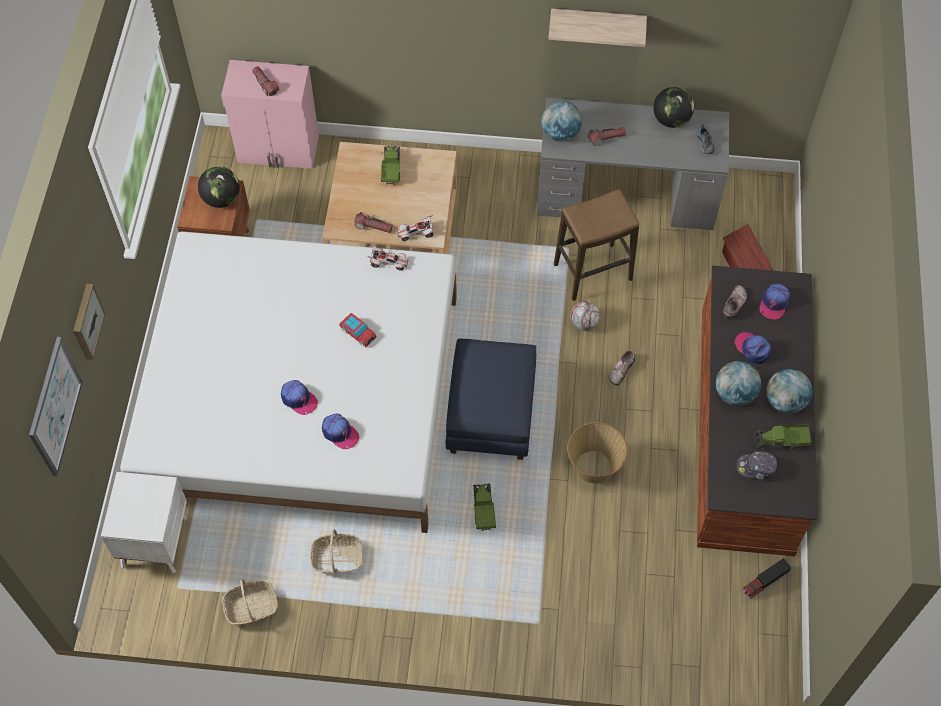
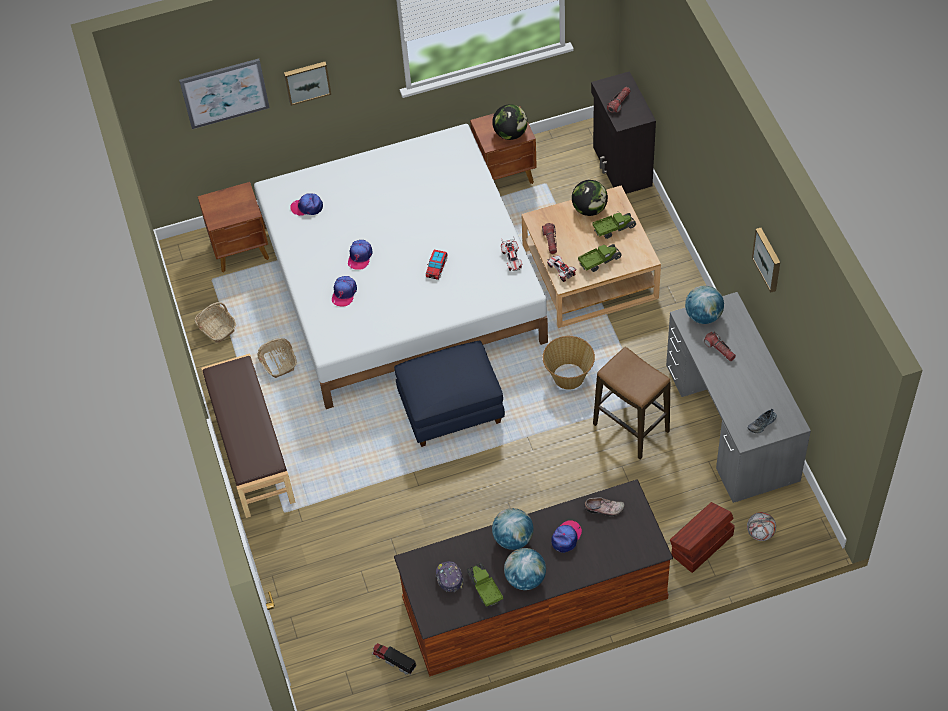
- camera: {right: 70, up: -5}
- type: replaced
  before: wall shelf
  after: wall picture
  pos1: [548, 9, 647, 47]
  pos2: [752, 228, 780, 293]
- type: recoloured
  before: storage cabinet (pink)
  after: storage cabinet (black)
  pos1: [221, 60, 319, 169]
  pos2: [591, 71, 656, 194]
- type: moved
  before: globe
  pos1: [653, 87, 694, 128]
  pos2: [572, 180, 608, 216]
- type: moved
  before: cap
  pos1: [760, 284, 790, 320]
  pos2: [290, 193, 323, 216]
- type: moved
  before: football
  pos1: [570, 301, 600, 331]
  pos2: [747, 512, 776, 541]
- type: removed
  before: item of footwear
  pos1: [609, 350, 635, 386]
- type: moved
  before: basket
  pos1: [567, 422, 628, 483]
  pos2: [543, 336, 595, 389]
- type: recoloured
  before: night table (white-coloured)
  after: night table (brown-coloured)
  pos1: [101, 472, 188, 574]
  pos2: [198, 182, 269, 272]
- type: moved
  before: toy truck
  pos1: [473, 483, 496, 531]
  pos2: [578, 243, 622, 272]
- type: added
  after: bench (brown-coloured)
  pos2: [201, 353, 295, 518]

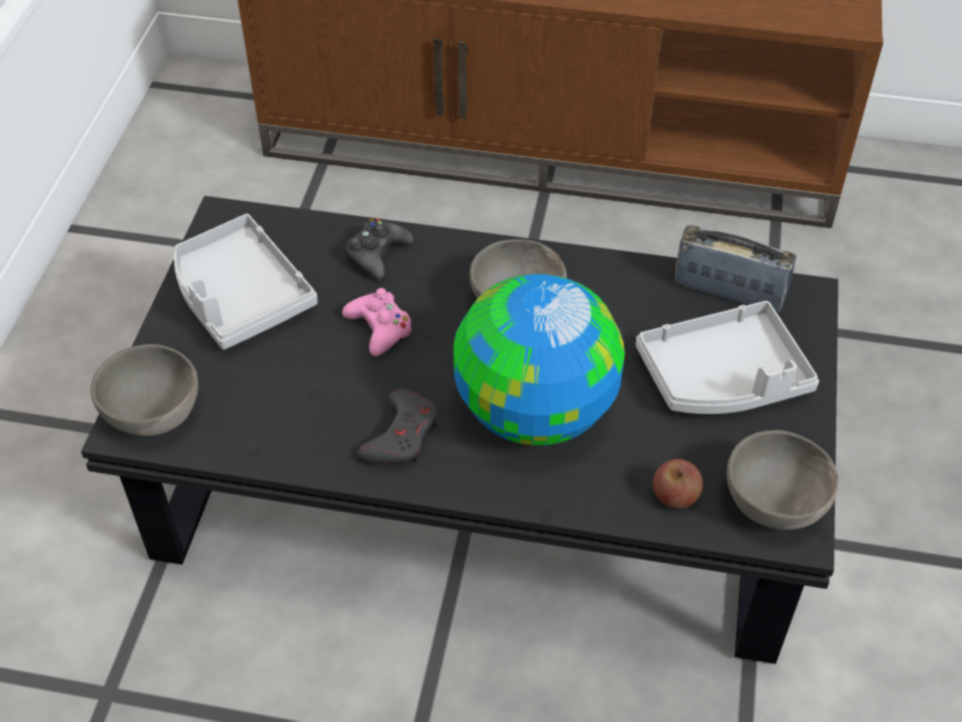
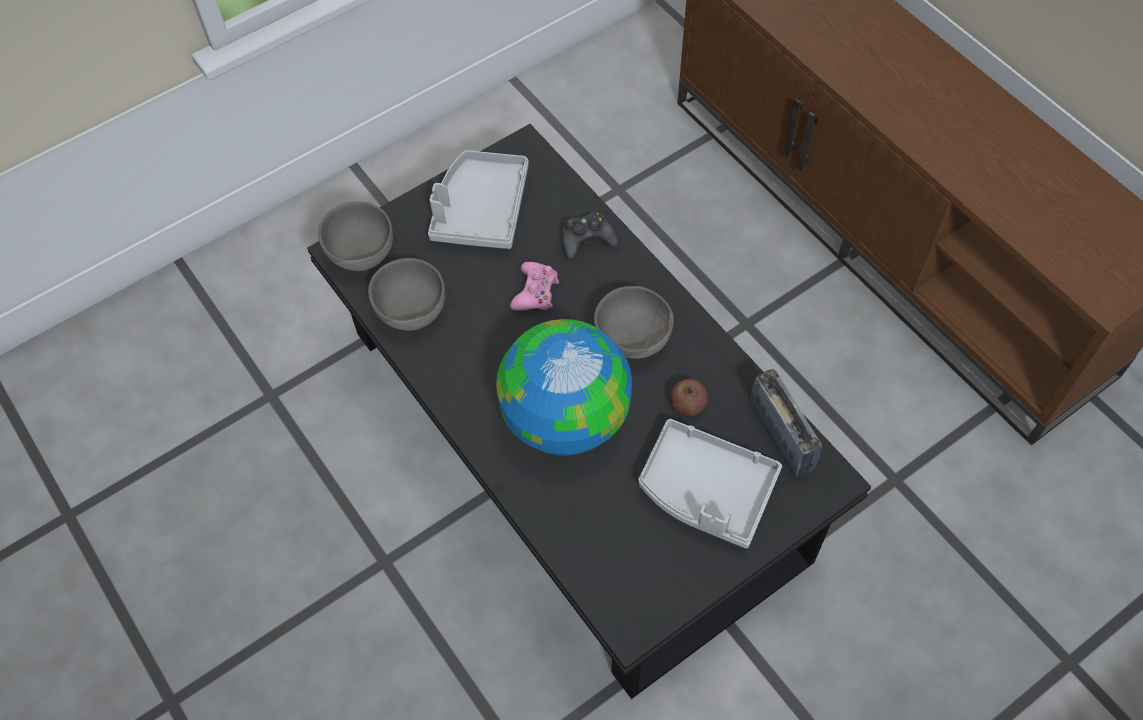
- camera: {right: 45, up: 10}
- type: removed
  before: game controller (gray)
  pos1: [357, 389, 438, 464]
- type: moved
  before: bowl (gray)
  pos1: [727, 430, 838, 530]
  pos2: [368, 258, 445, 331]
- type: moved
  before: whole apple
  pos1: [653, 459, 703, 509]
  pos2: [670, 379, 708, 416]

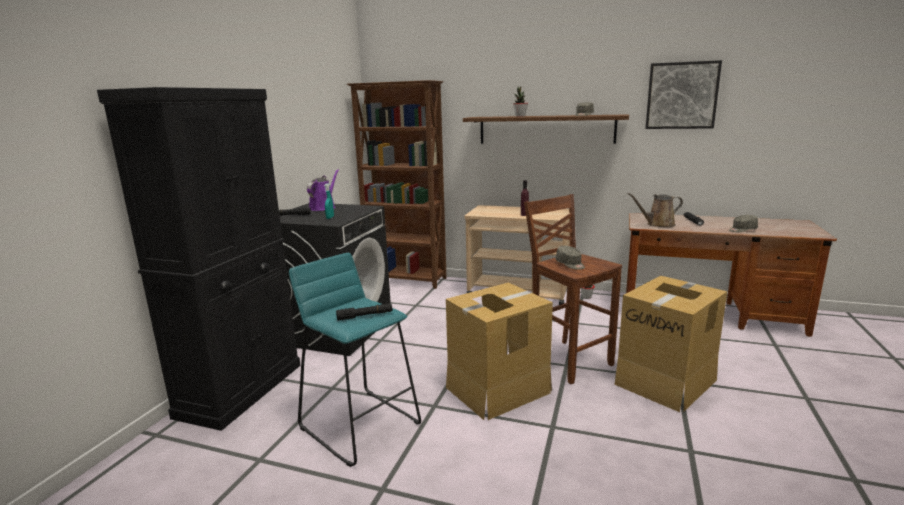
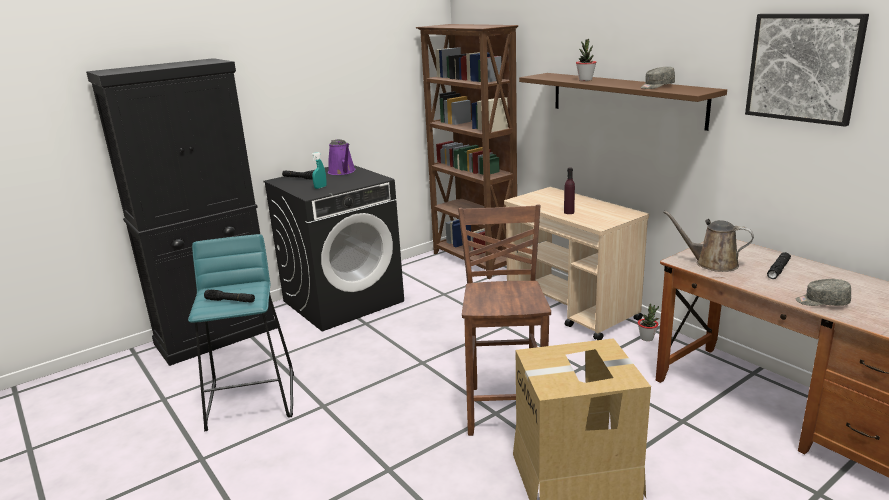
- camera: {right: 35, up: 5}
- type: turned
  before: sprinkling can (purple)
  pos1: [307, 169, 339, 211]
  pos2: [328, 139, 355, 175]
  turn: 105
- type: removed
  before: cap (gray)
  pos1: [556, 246, 585, 270]
- type: removed
  before: packing box
  pos1: [446, 283, 553, 420]

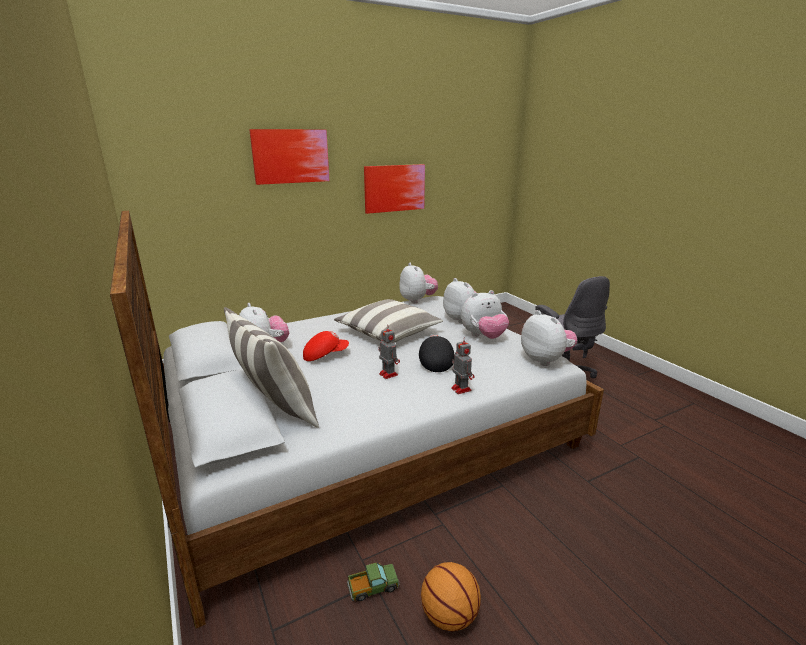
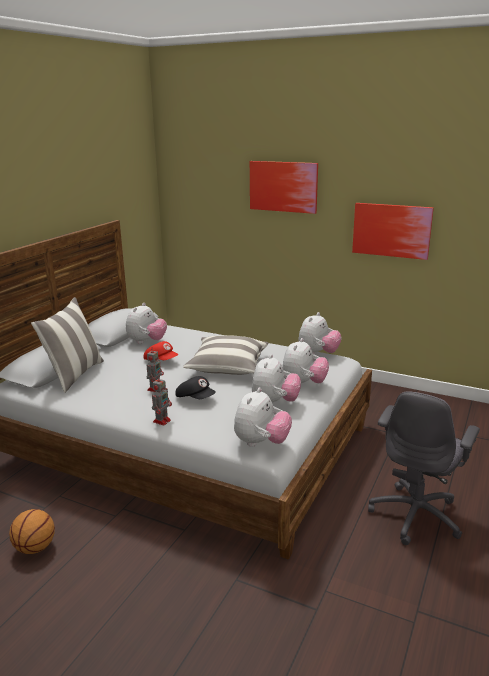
- camera: {right: 55, up: 0}
- type: turned
  before: cuddly toy
  pos1: [461, 290, 509, 339]
  pos2: [252, 354, 301, 403]
  turn: -105
- type: turned
  before: cap (black)
  pos1: [419, 335, 455, 372]
  pos2: [175, 376, 216, 399]
  turn: 75
- type: removed
  before: toy truck
  pos1: [347, 562, 400, 601]

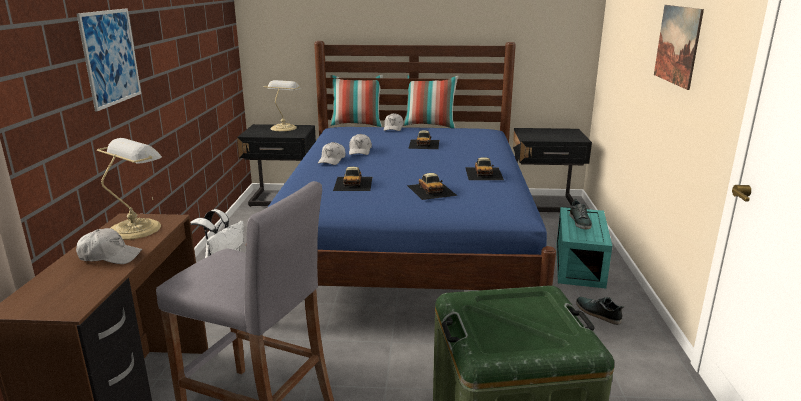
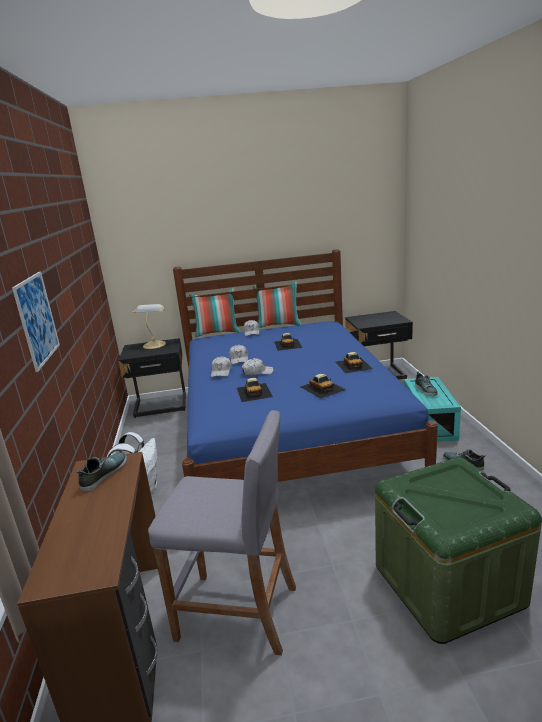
- camera: {right: -10, up: 0}
- type: removed
  before: wall picture
  pos1: [654, 5, 704, 90]
- type: replaced
  before: lamp for a table
  after: item of footwear
  pos1: [97, 138, 162, 240]
  pos2: [76, 452, 127, 492]
- type: moved
  before: cap (white-coloured)
  pos1: [76, 228, 142, 264]
  pos2: [242, 358, 274, 376]

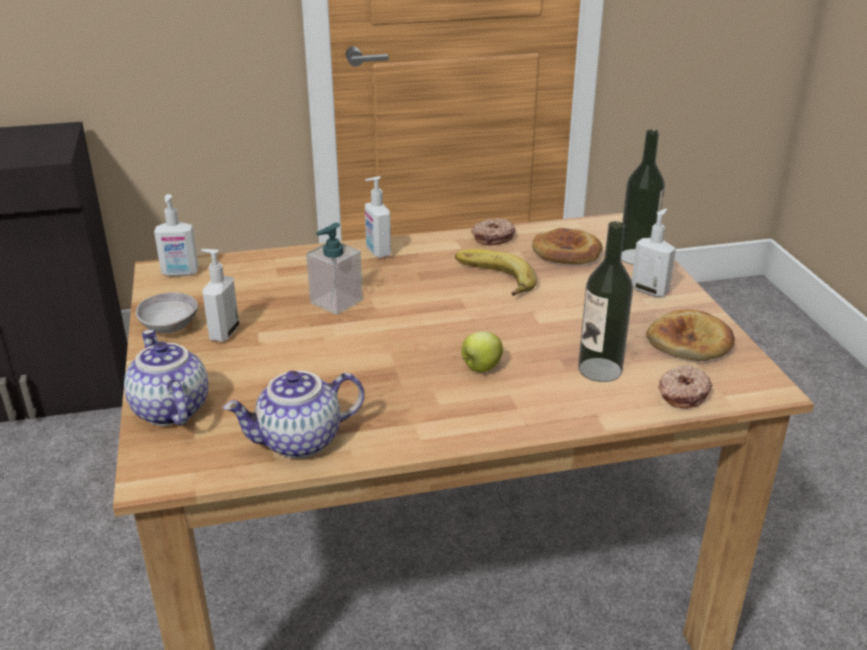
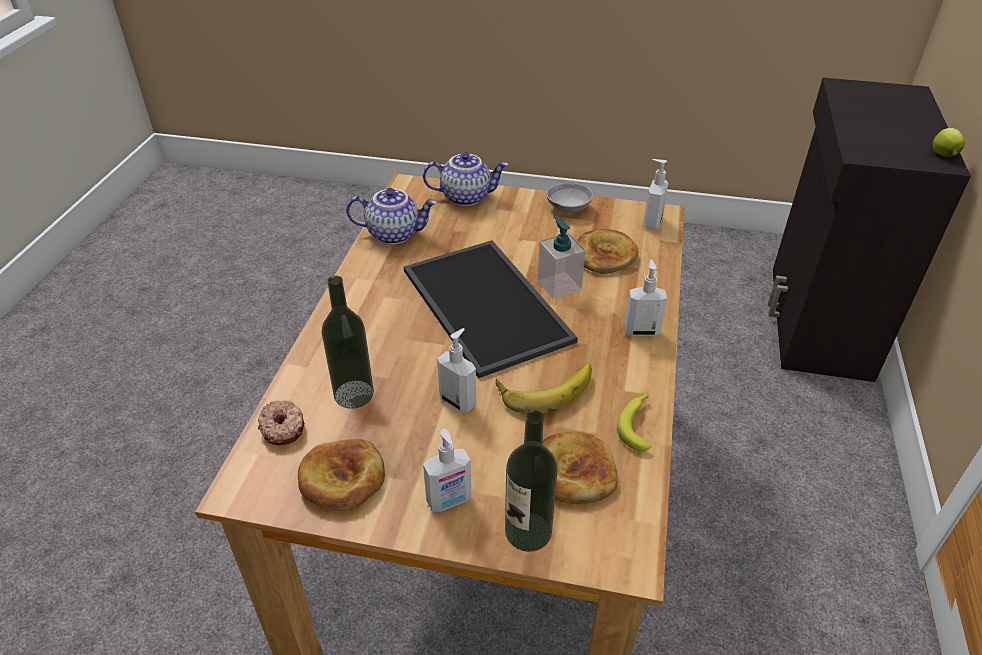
- camera: {right: 115, up: 10}
- type: replaced
  before: ring doughnut
  after: banana fruit
  pos1: [471, 219, 516, 245]
  pos2: [617, 392, 652, 451]
- type: moved
  before: soap dispenser
  pos1: [201, 249, 239, 342]
  pos2: [437, 328, 476, 412]
- type: moved
  before: whole apple
  pos1: [461, 331, 503, 372]
  pos2: [933, 128, 965, 157]
- type: turned
  before: pot for tea
  pos1: [223, 371, 365, 459]
  pos2: [346, 188, 437, 245]
  turn: 90
- type: added
  after: bakery bread
  pos2: [577, 229, 639, 274]
- type: added
  after: carrying tray
  pos2: [404, 240, 578, 378]

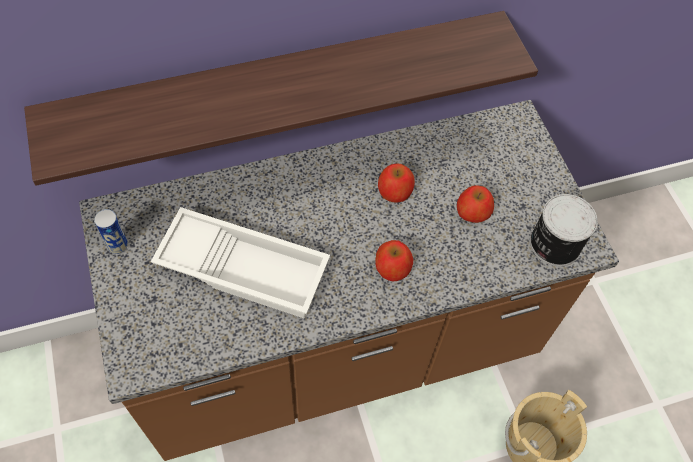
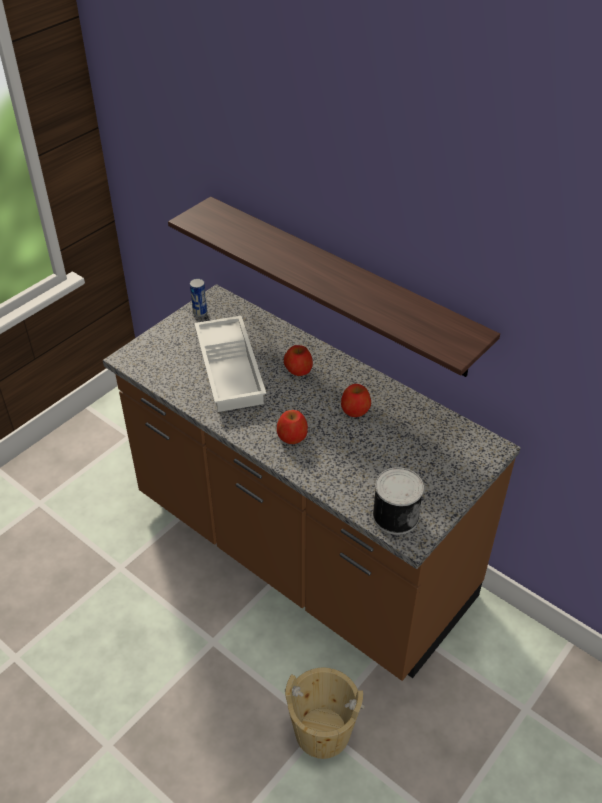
- camera: {right: 60, up: -15}
- type: moved
  before: whole apple
  pos1: [457, 185, 494, 223]
  pos2: [284, 345, 313, 376]

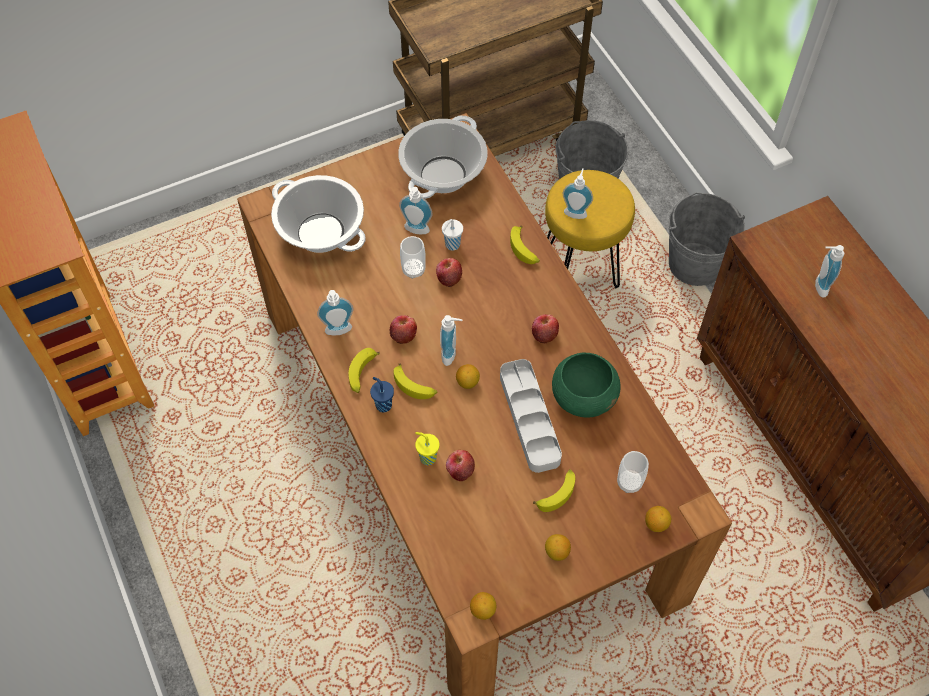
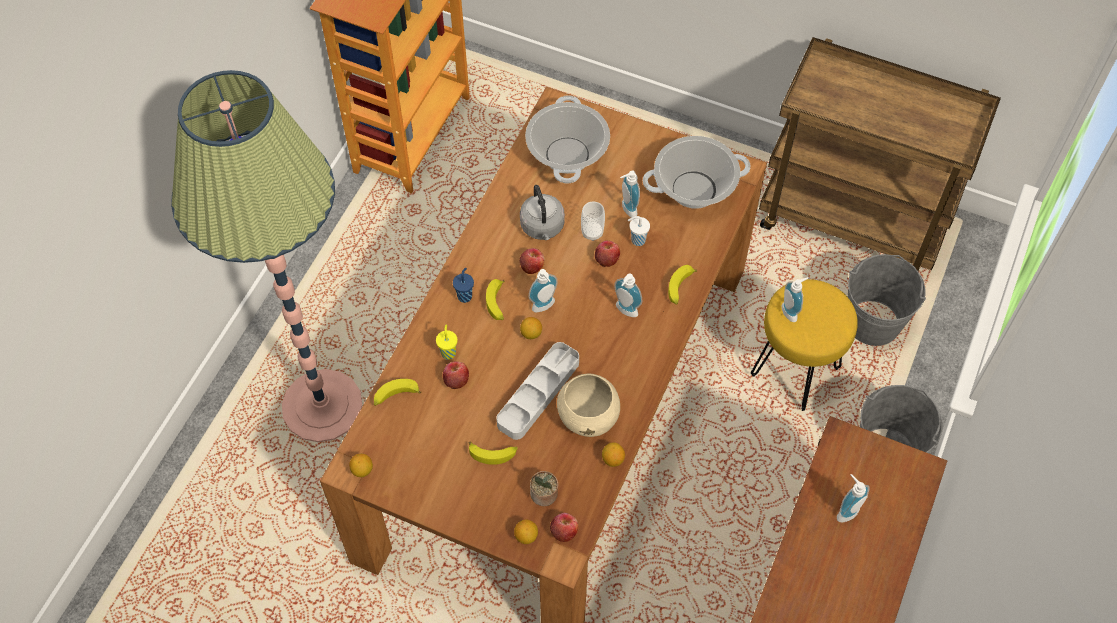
- camera: {right: 50, up: 0}
- type: moved
  before: soap dispenser
  pos1: [317, 290, 354, 335]
  pos2: [614, 273, 642, 317]
- type: moved
  before: whole apple
  pos1: [532, 314, 559, 343]
  pos2: [550, 513, 579, 542]
- type: moved
  before: banana fruit
  pos1: [348, 348, 380, 393]
  pos2: [374, 379, 421, 406]
- type: recoloured
  before: bowl (green)
  after: bowl (sand-coloured)
  pos1: [552, 353, 621, 418]
  pos2: [557, 374, 620, 437]
- type: replaced
  before: small cup
  after: plant in a pot
  pos1: [617, 451, 649, 493]
  pos2: [530, 471, 559, 506]
- type: moved
  before: lemon
  pos1: [545, 534, 571, 561]
  pos2: [602, 442, 625, 467]
- type: added
  after: standing lamp
  pos2: [171, 70, 363, 442]
- type: added
  after: kettle (gray)
  pos2: [520, 185, 565, 240]

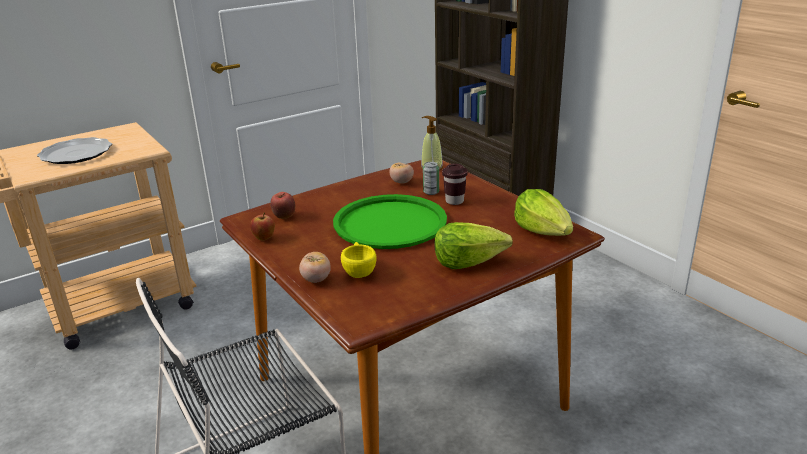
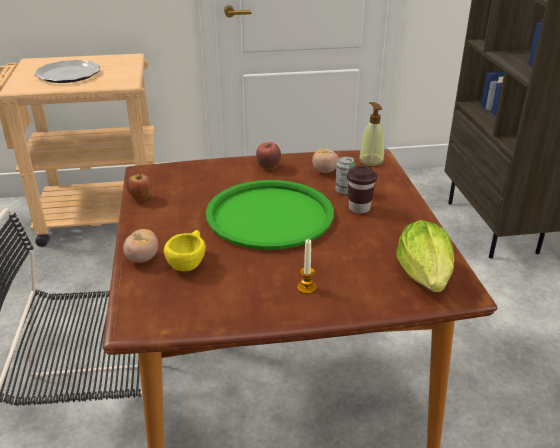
- camera: {right: 25, up: 5}
- type: moved
  before: whole apple
  pos1: [270, 192, 295, 219]
  pos2: [256, 142, 281, 169]
- type: replaced
  before: lettuce head
  after: wax light
  pos1: [434, 222, 513, 269]
  pos2: [297, 239, 317, 294]

